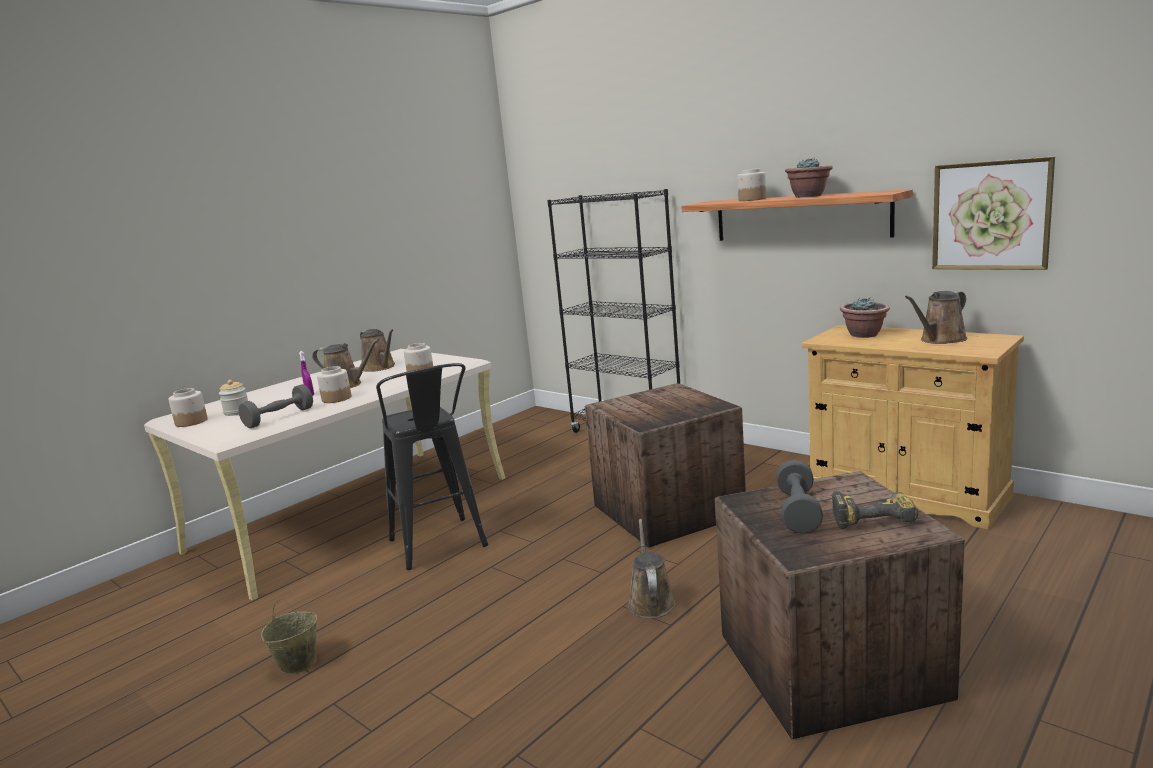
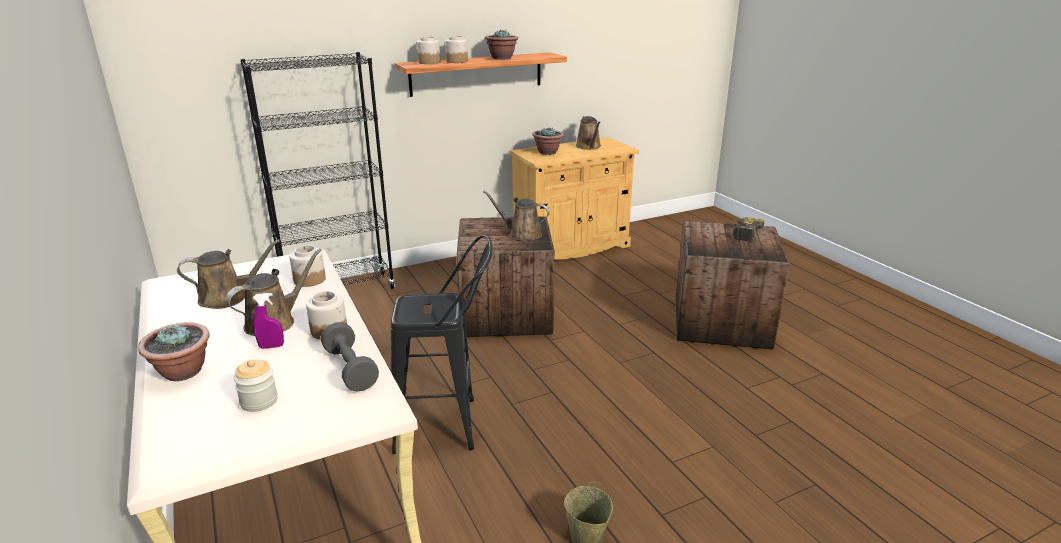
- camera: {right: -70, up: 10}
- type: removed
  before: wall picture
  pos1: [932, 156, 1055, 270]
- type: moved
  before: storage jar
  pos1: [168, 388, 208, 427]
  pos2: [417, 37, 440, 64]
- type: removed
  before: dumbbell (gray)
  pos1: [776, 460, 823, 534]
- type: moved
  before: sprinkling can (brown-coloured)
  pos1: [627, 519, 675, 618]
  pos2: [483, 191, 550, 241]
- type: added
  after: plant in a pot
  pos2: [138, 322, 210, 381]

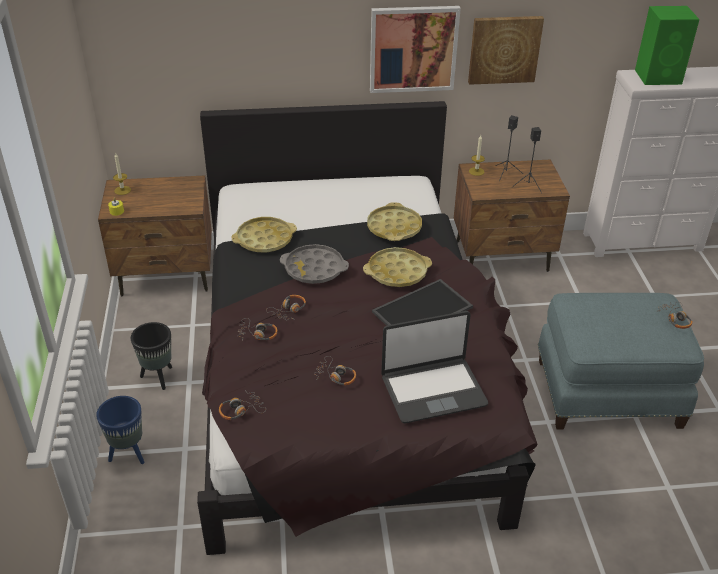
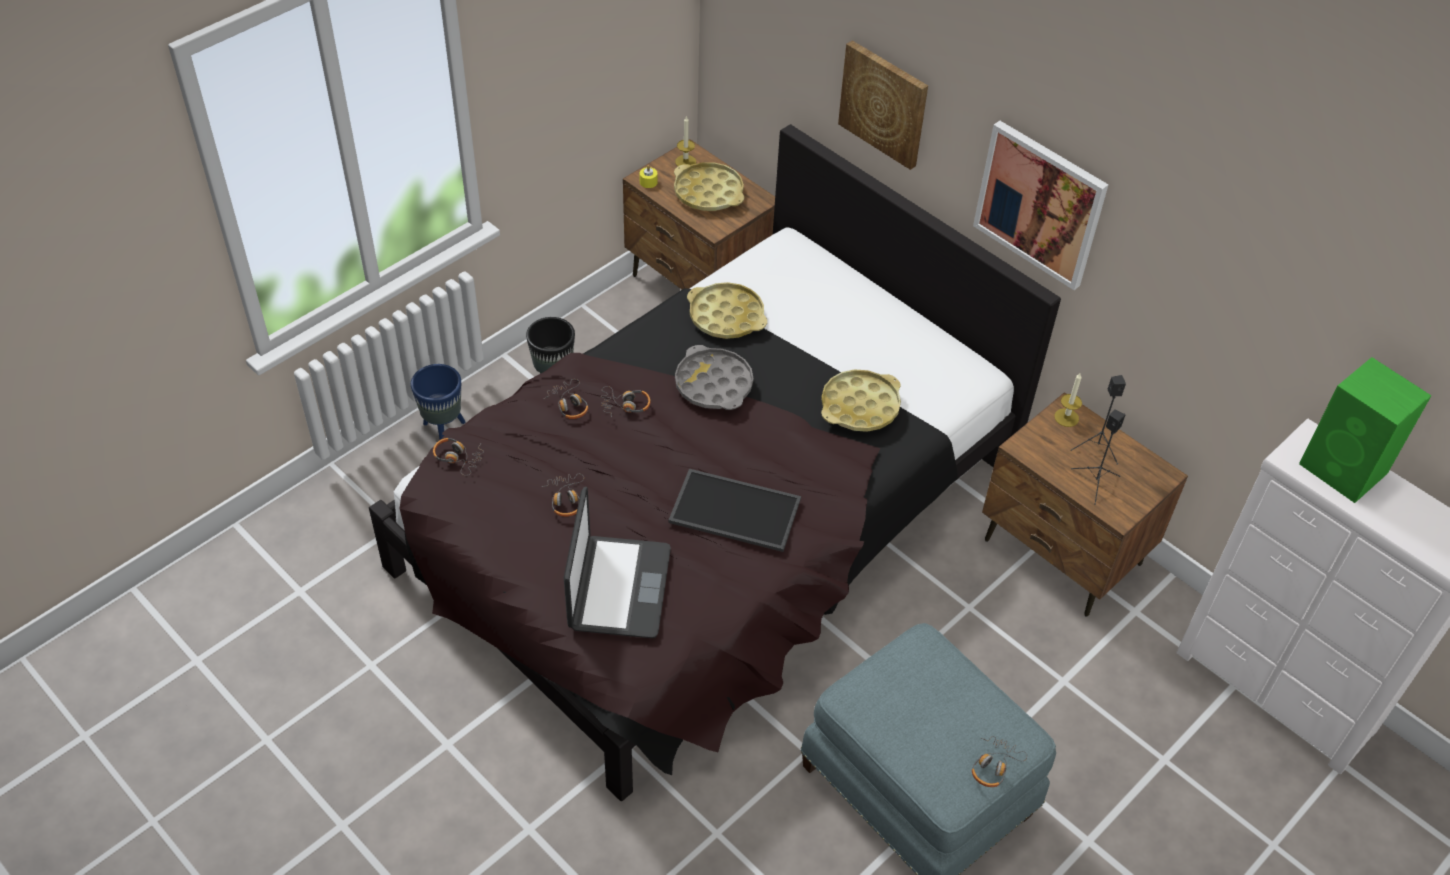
- camera: {right: 50, up: 10}
- type: moved
  before: wall picture
  pos1: [468, 16, 544, 85]
  pos2: [838, 40, 928, 170]
- type: moved
  before: carrying tray (yellowish)
  pos1: [363, 247, 432, 287]
  pos2: [674, 162, 744, 211]
- type: turned
  before: laptop
  pos1: [381, 311, 488, 424]
  pos2: [564, 487, 671, 638]
  turn: -120

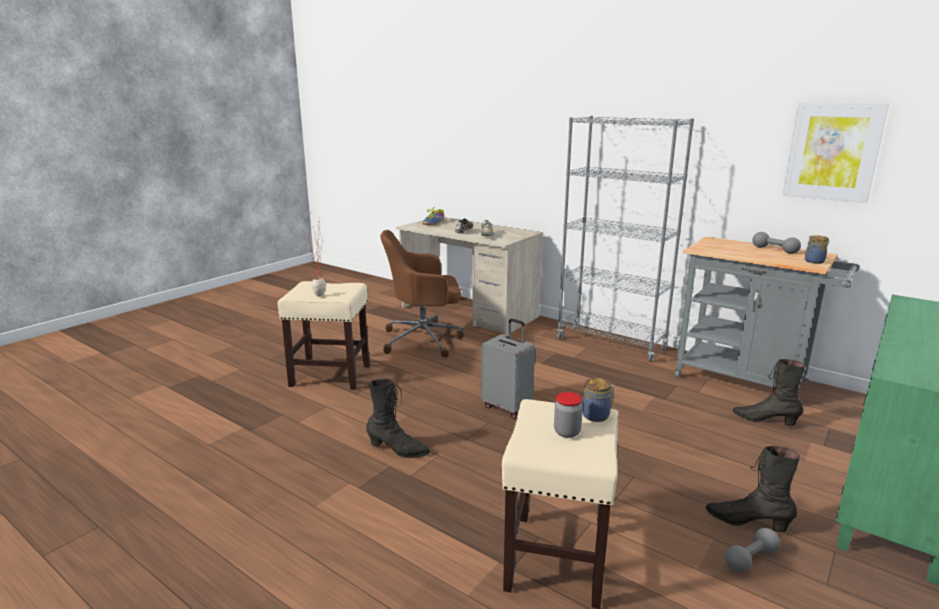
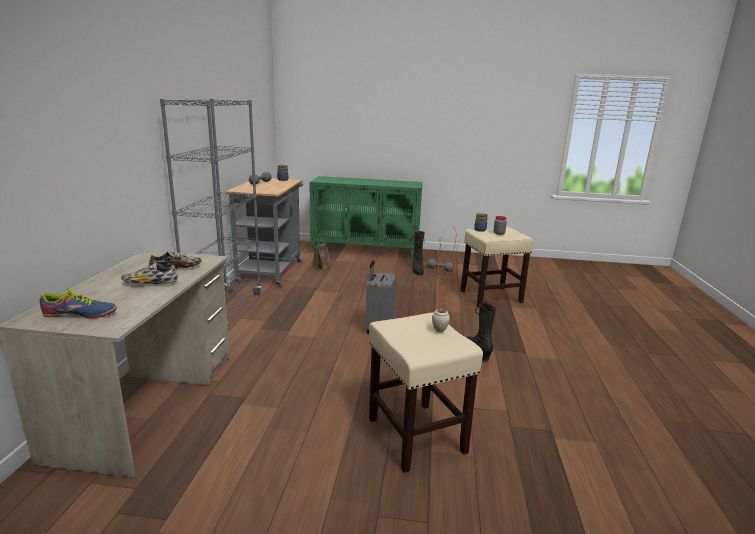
- camera: {right: -120, up: 0}
- type: removed
  before: wall picture
  pos1: [783, 102, 889, 203]
- type: removed
  before: office chair (brown-coloured)
  pos1: [380, 230, 464, 357]
- type: replaced
  before: boot (black)
  after: sprinkling can (brown-coloured)
  pos1: [733, 359, 805, 426]
  pos2: [312, 244, 332, 270]

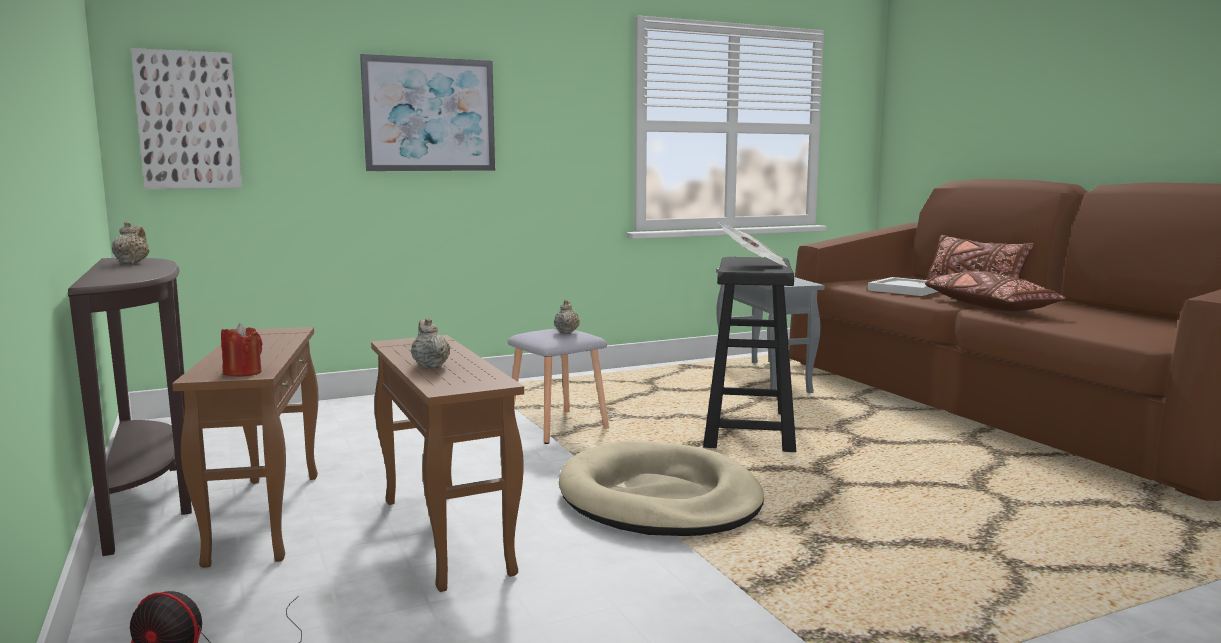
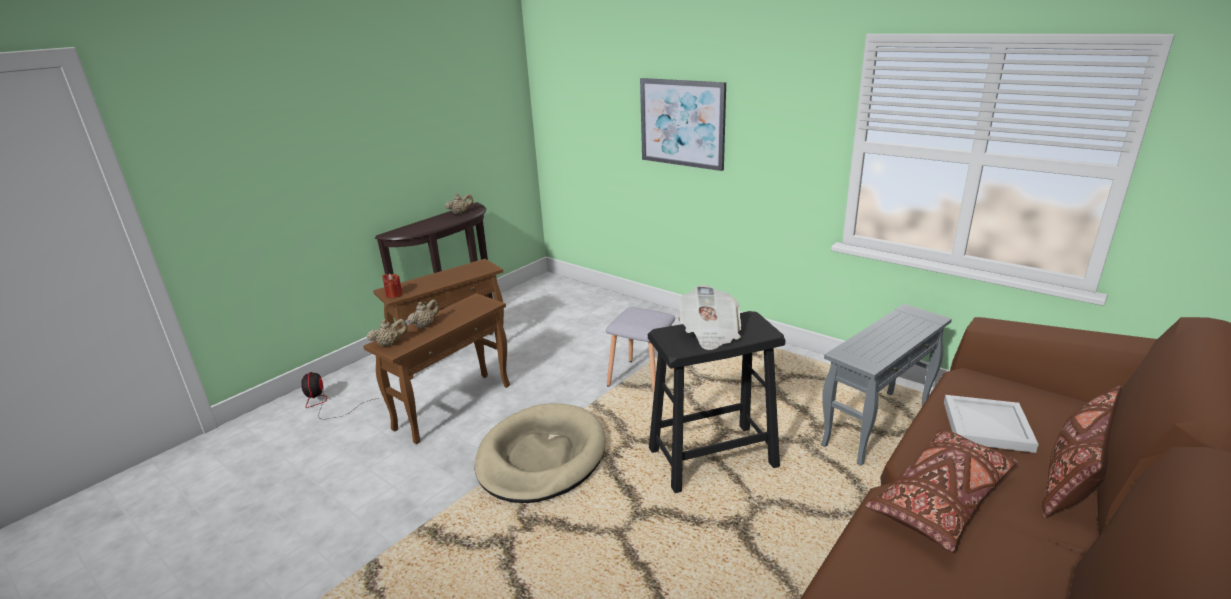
- camera: {right: 65, up: 15}
- type: removed
  before: wall picture
  pos1: [131, 48, 242, 189]
- type: moved
  before: pot for tea (sand-coloured)
  pos1: [554, 299, 580, 334]
  pos2: [367, 319, 408, 347]

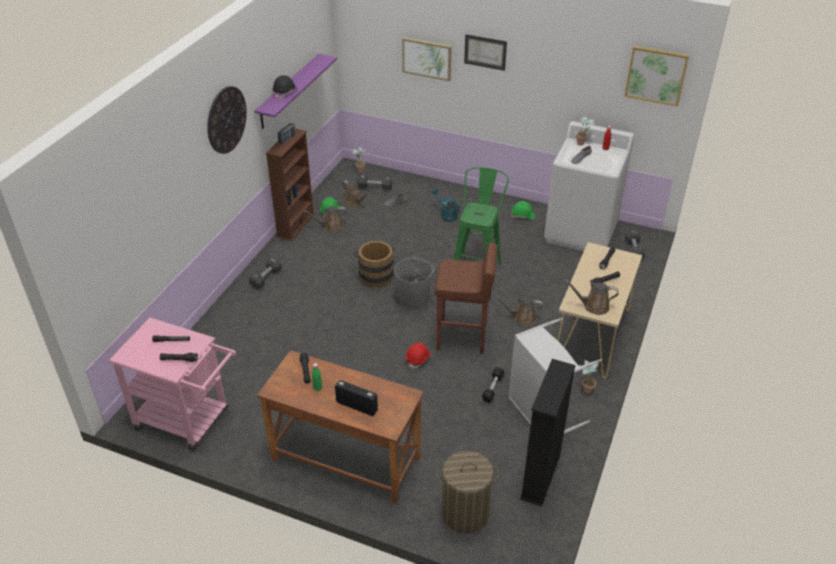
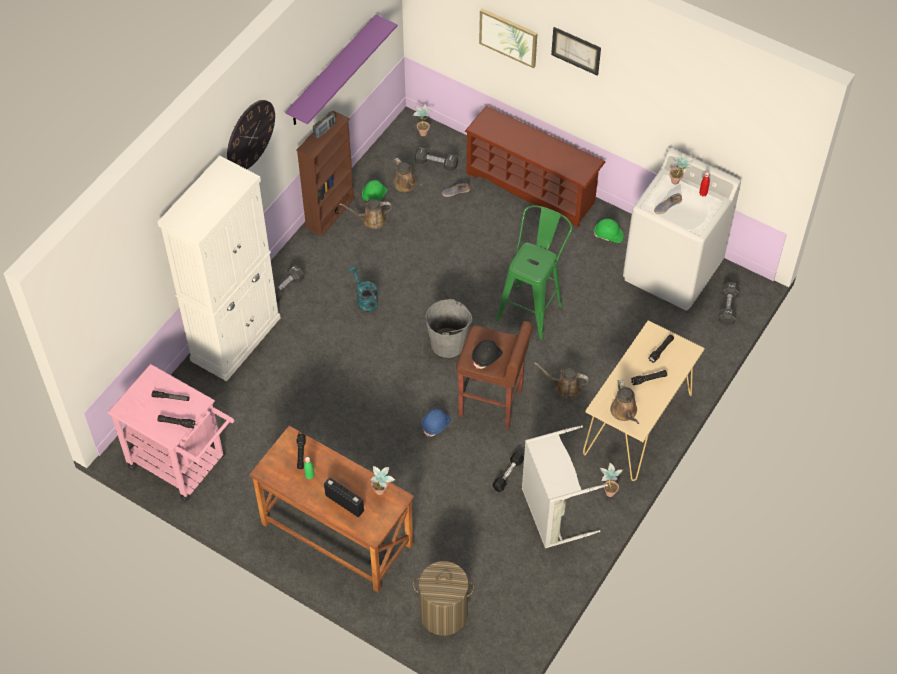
- camera: {right: 10, up: 15}
- type: removed
  before: wall picture
  pos1: [624, 46, 689, 107]
- type: moved
  before: hard hat (black)
  pos1: [272, 75, 297, 99]
  pos2: [472, 340, 503, 369]
- type: moved
  before: sprinkling can (turquoise)
  pos1: [432, 188, 460, 222]
  pos2: [349, 266, 378, 312]
- type: removed
  before: water bucket (brown-coloured)
  pos1: [353, 241, 395, 287]
- type: turned
  before: sprinkling can (brown-coloured)
  pos1: [565, 280, 619, 315]
  pos2: [610, 380, 639, 424]
  turn: -120
- type: recoloured
  before: hard hat (red)
  after: hard hat (blue)
  pos1: [406, 343, 431, 369]
  pos2: [422, 409, 451, 437]
- type: removed
  before: bookcase (black)
  pos1: [520, 359, 576, 507]
- type: added
  after: shoe shelf (brown-coloured)
  pos2: [465, 106, 605, 228]
- type: added
  after: storage cabinet (white-coloured)
  pos2: [158, 156, 280, 381]
- type: added
  after: plant in a pot
  pos2: [370, 466, 395, 495]

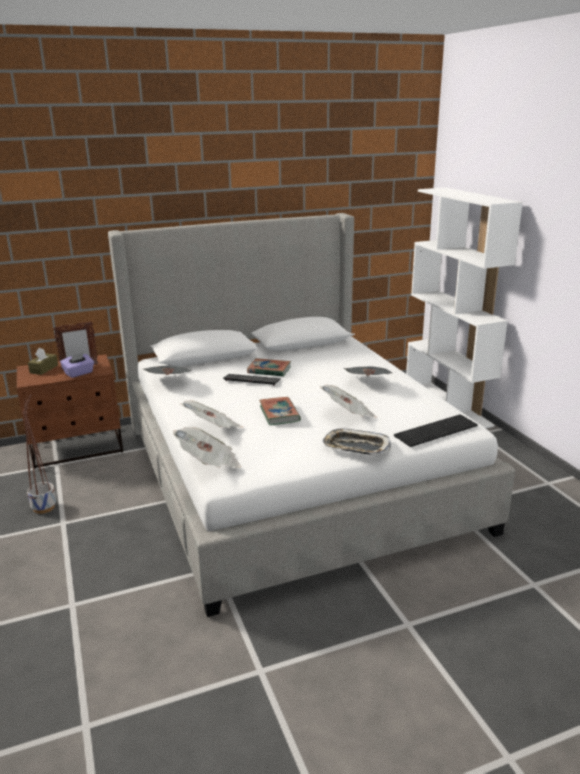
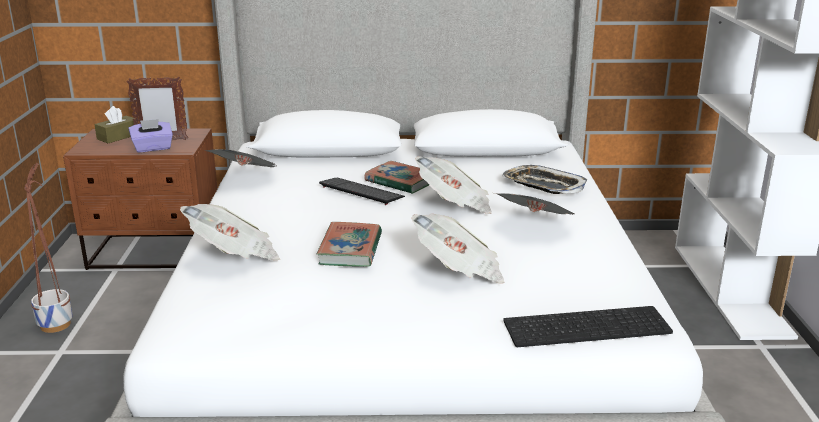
- camera: {right: 20, up: 0}
- type: moved
  before: printed paper
  pos1: [173, 427, 241, 468]
  pos2: [415, 156, 492, 214]
- type: moved
  before: carrying tray
  pos1: [322, 428, 391, 455]
  pos2: [503, 165, 587, 194]

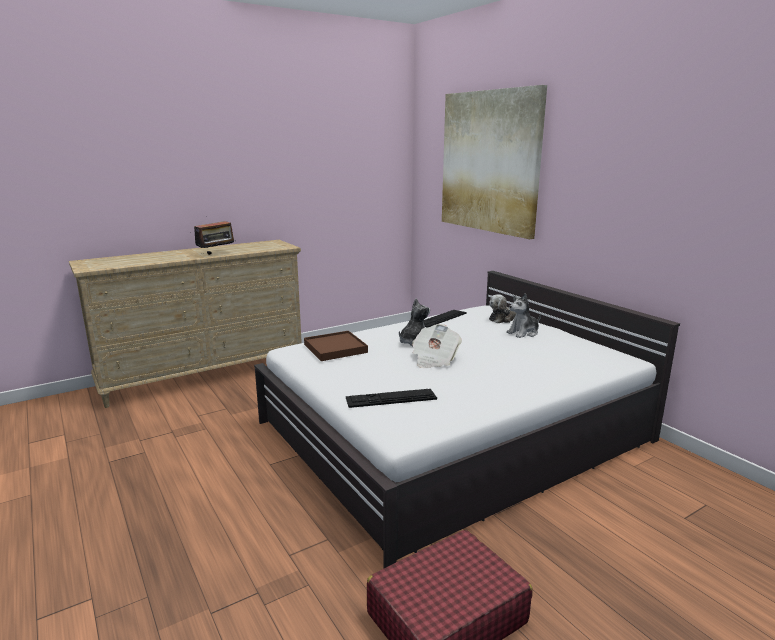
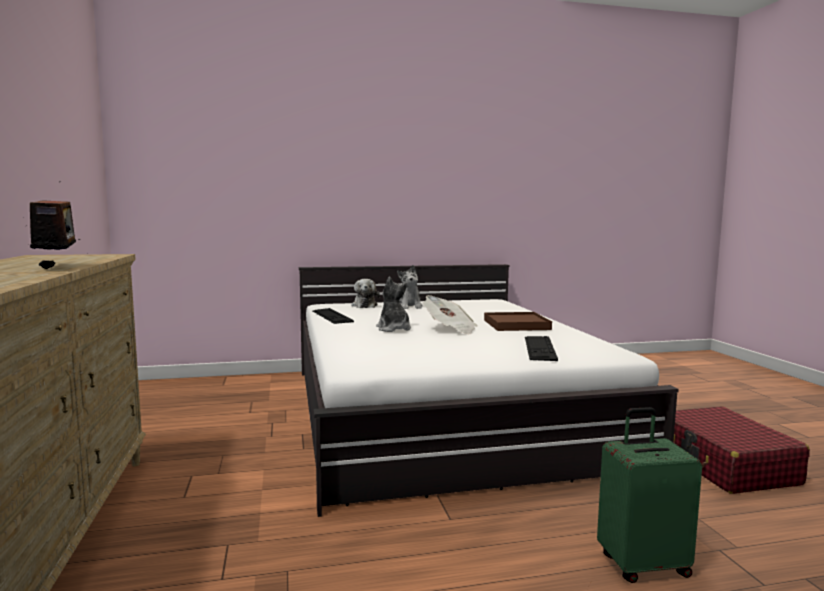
- camera: {right: -70, up: -10}
- type: removed
  before: wall picture
  pos1: [442, 85, 547, 239]
- type: moved
  before: carrying tray (brown-coloured)
  pos1: [304, 331, 368, 361]
  pos2: [484, 312, 552, 331]
- type: added
  after: piece of luggage (green)
  pos2: [597, 407, 702, 583]

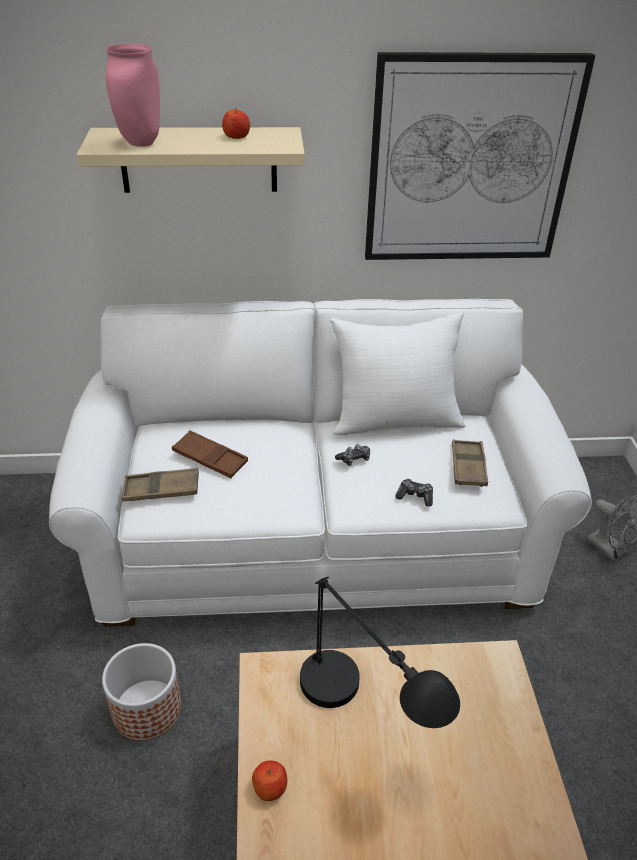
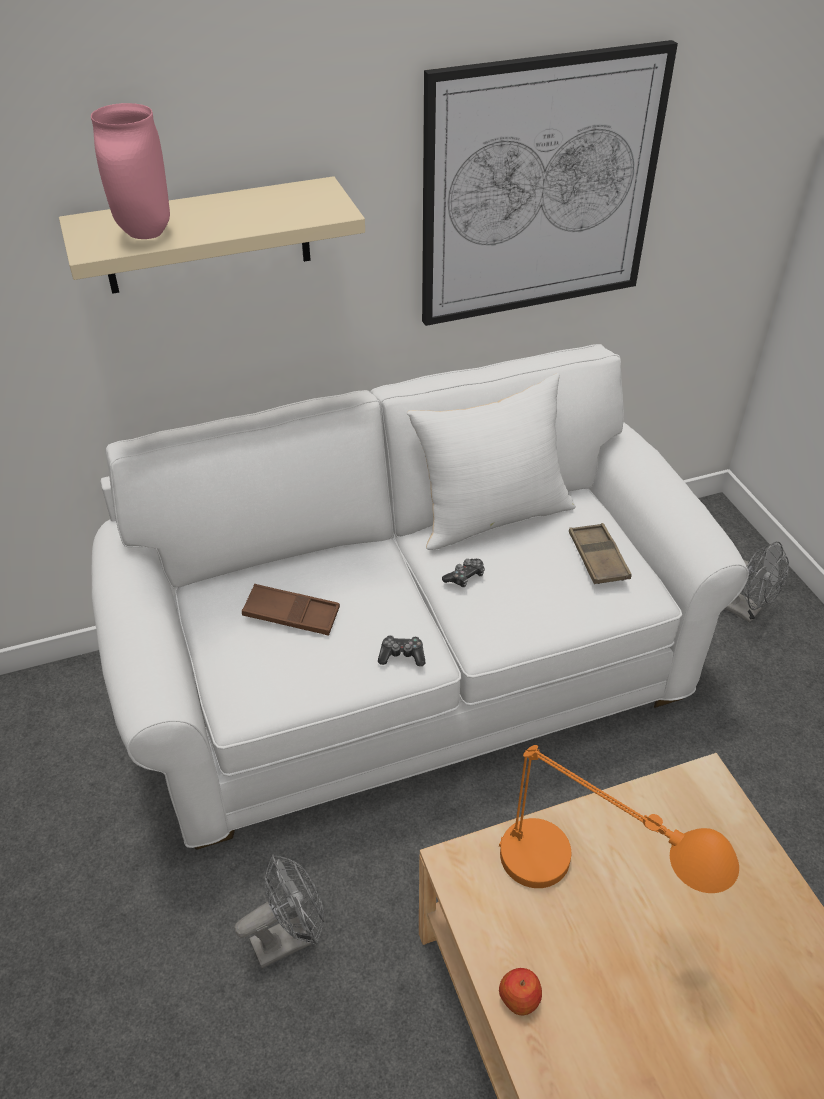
- camera: {right: -15, up: 5}
- type: removed
  before: whole apple
  pos1: [222, 108, 250, 139]
- type: removed
  before: carrying tray (brown-coloured)
  pos1: [121, 468, 199, 502]
- type: moved
  before: game controller
  pos1: [395, 479, 433, 507]
  pos2: [378, 635, 425, 666]
- type: recoloured
  before: lamp for a table (black)
  after: lamp for a table (orange)
  pos1: [300, 577, 460, 728]
  pos2: [499, 745, 739, 893]
- type: replaced
  before: flower pot
  after: electric fan (gray)
  pos1: [102, 643, 181, 741]
  pos2: [235, 854, 325, 968]

